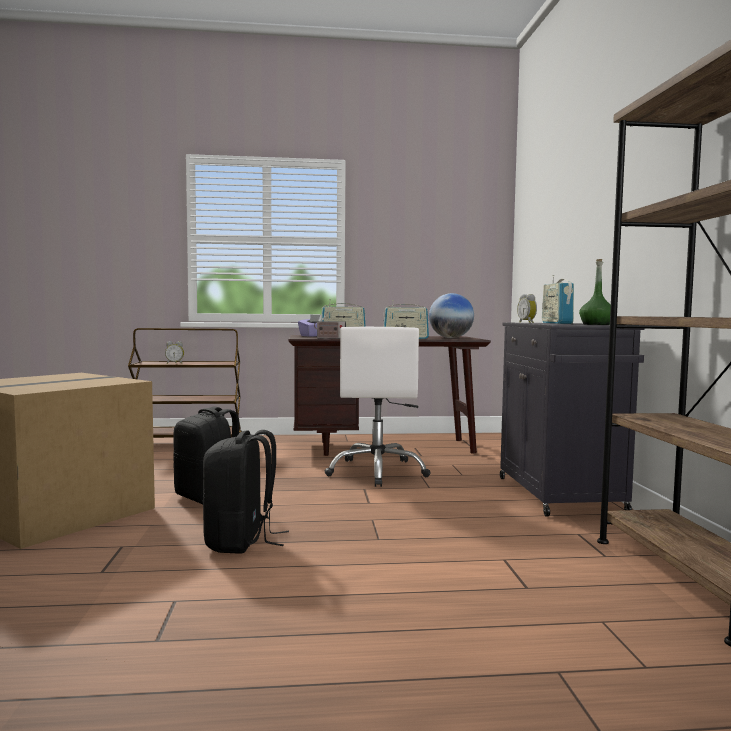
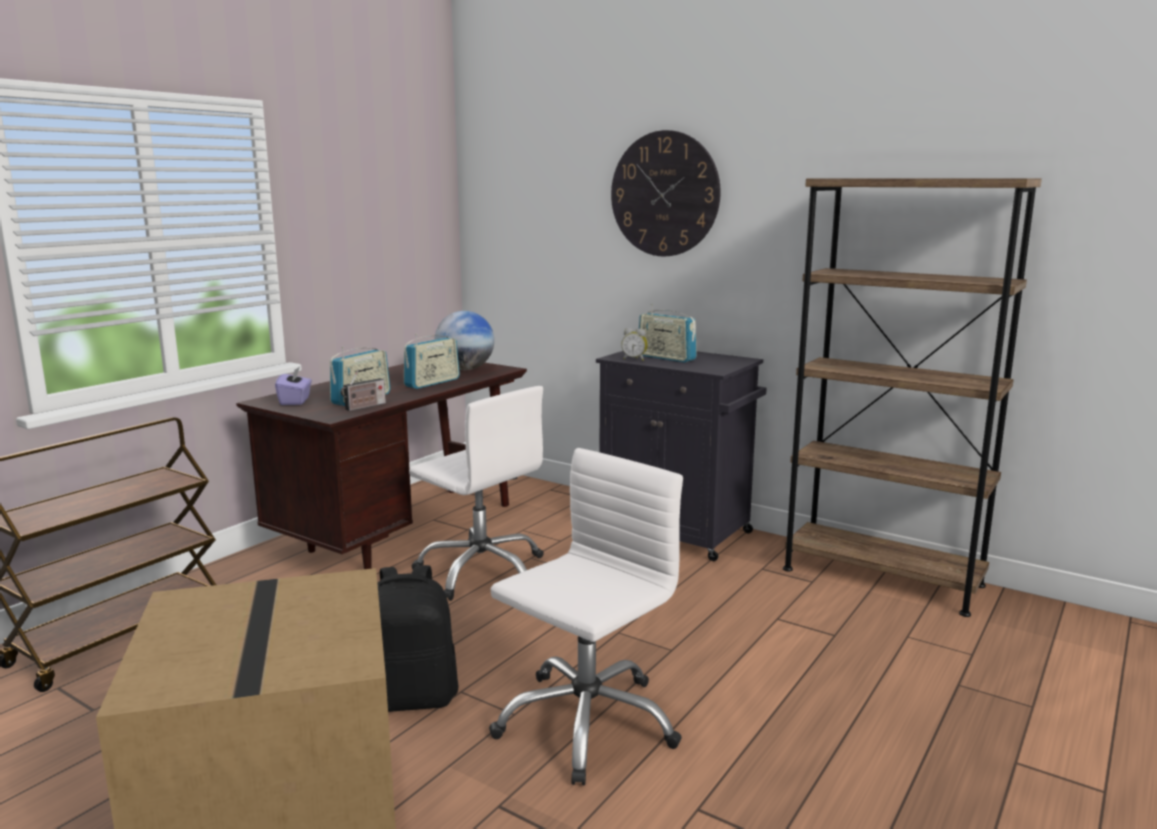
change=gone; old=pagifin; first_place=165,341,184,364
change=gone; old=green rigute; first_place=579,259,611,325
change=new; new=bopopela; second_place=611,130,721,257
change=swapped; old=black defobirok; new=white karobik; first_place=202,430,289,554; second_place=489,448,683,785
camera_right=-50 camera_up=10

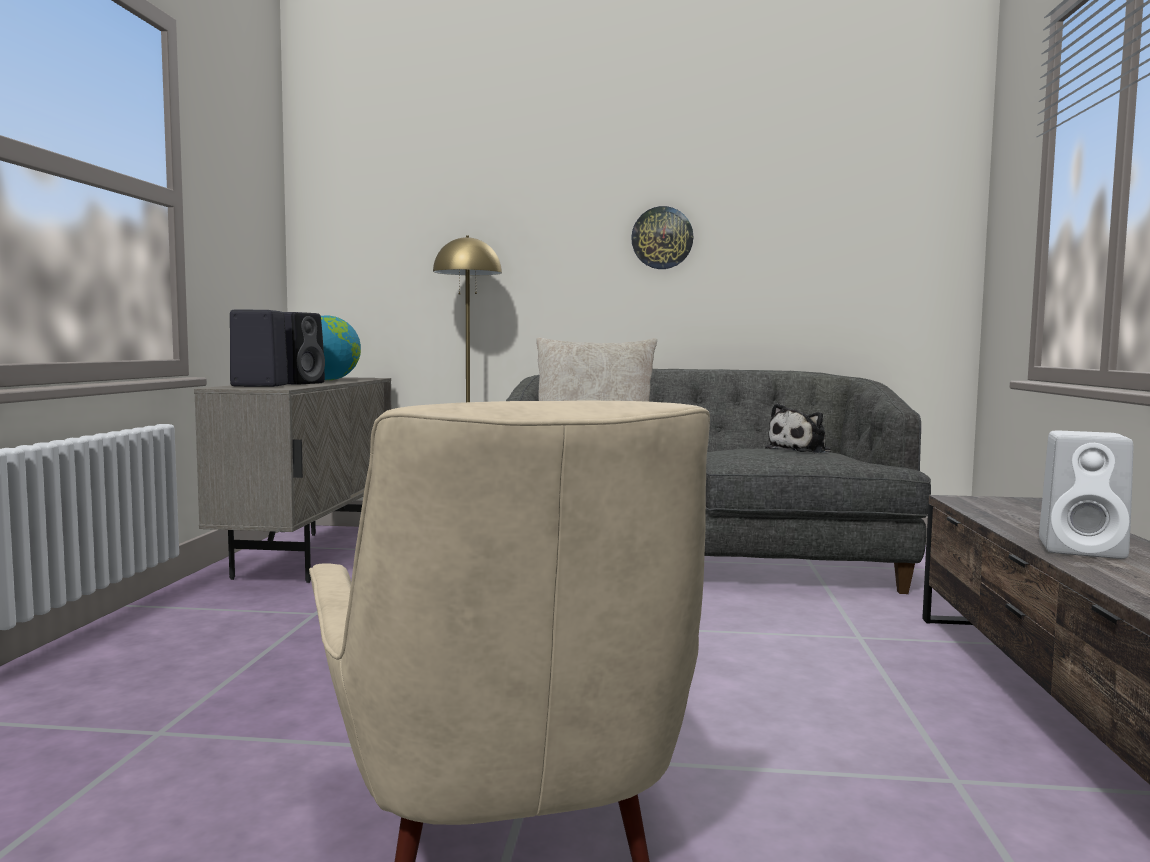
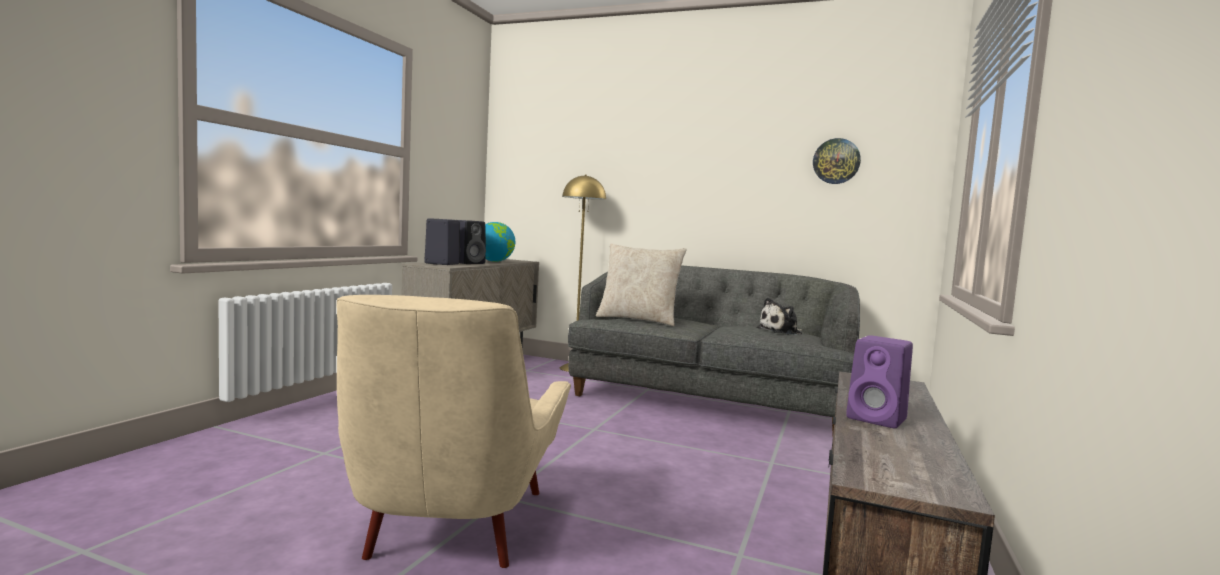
change=shifted; old=bopopela; first_place=631,206,694,269; second_place=813,138,861,184
change=repainted; old=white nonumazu; new=purple nonumazu; first_place=1039,431,1133,559; second_place=846,335,913,428
camera_right=15 camera_up=0

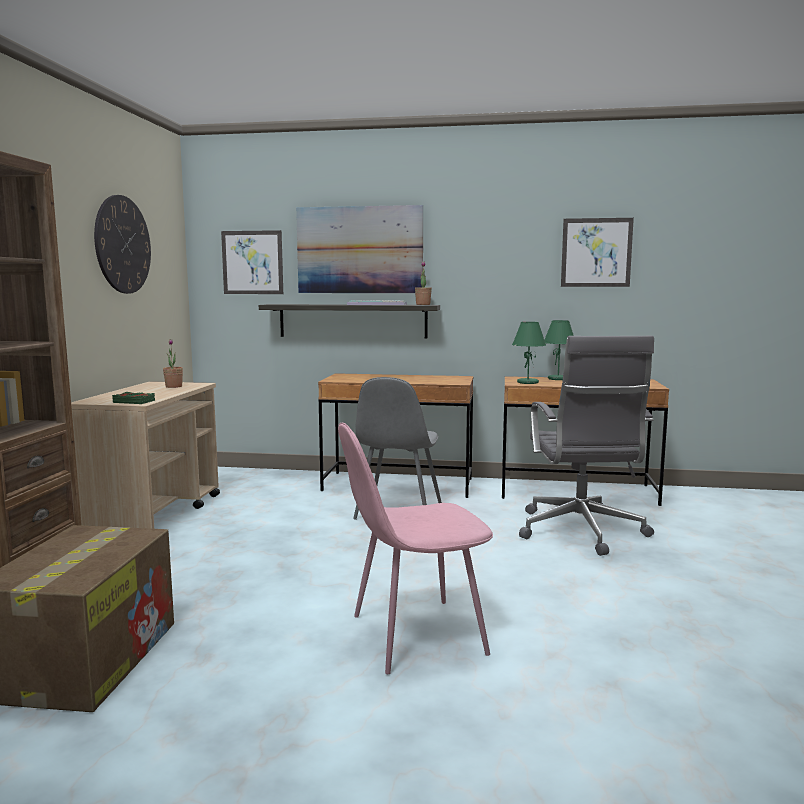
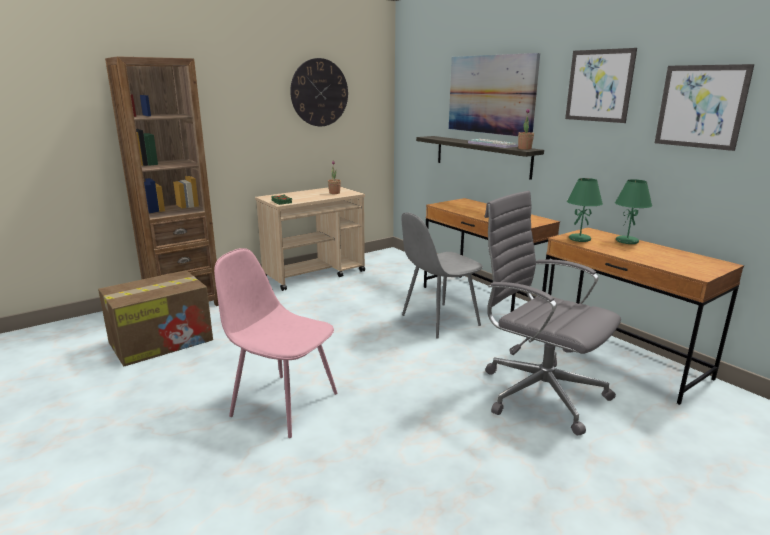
change=shifted; old=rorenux; first_place=221,230,283,294; second_place=565,48,637,123
change=rotated; old=grey karobik; first_place=519,336,654,556; second_place=485,191,621,435; degrees=90
camera_right=45 camera_up=10

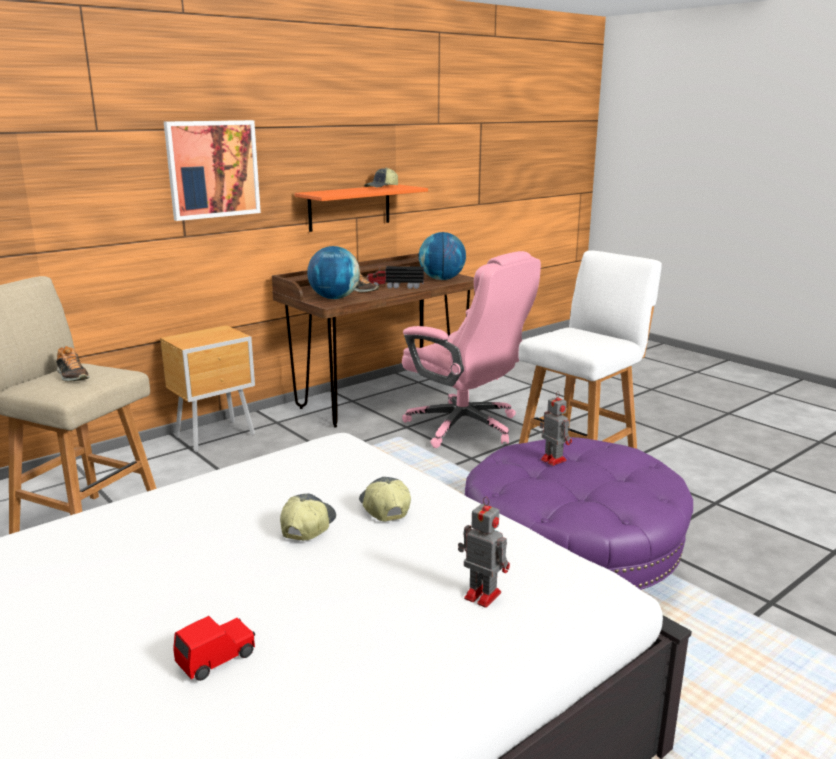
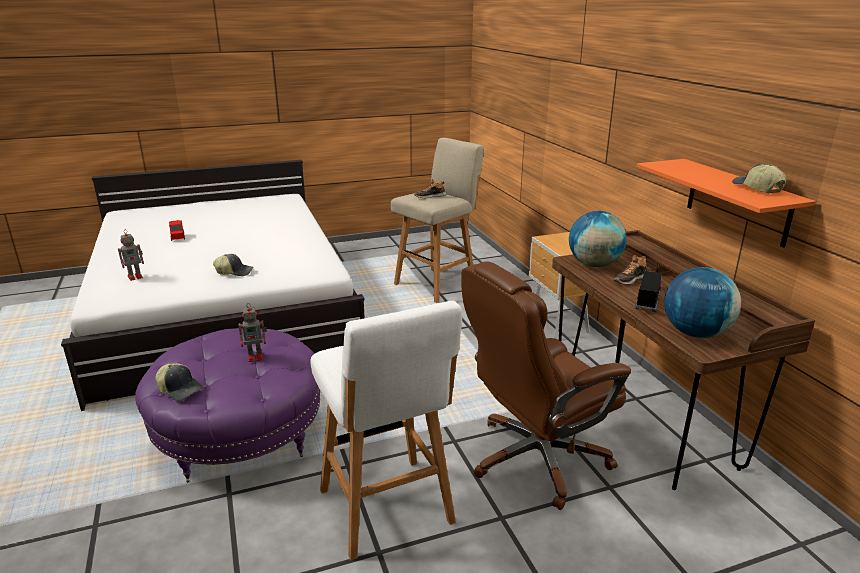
change=gone; old=rorenux; first_place=164,120,261,221
change=shifted; old=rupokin; first_place=280,493,336,541; second_place=155,363,203,401
change=repainted; old=pink karobik; new=brown karobik; first_place=402,251,541,448; second_place=461,261,631,510
camera_right=110 camera_up=5

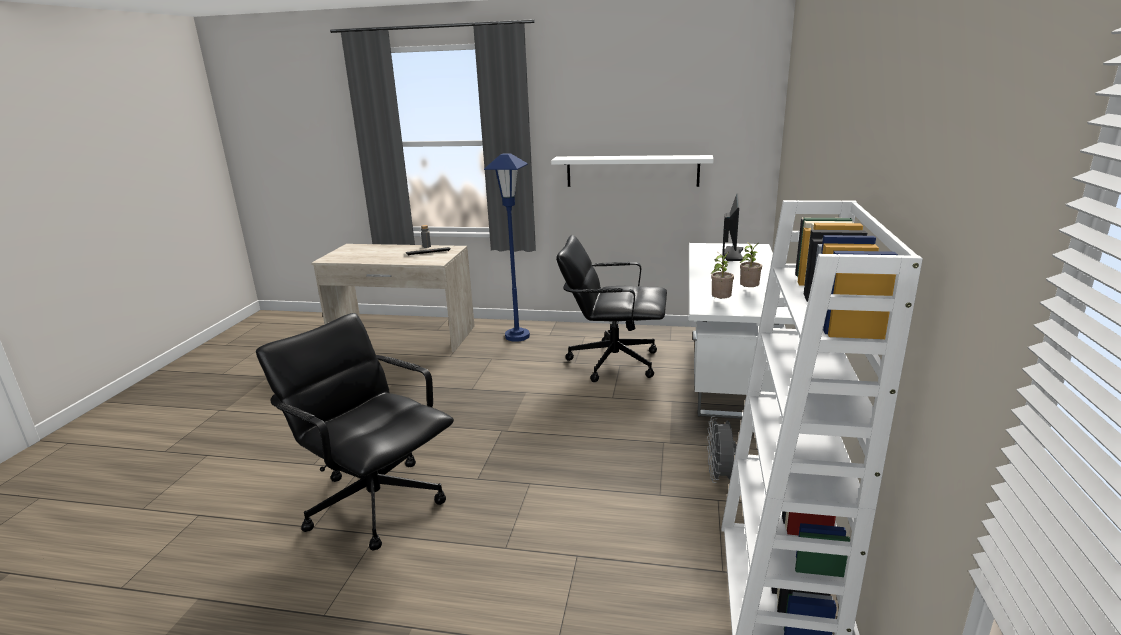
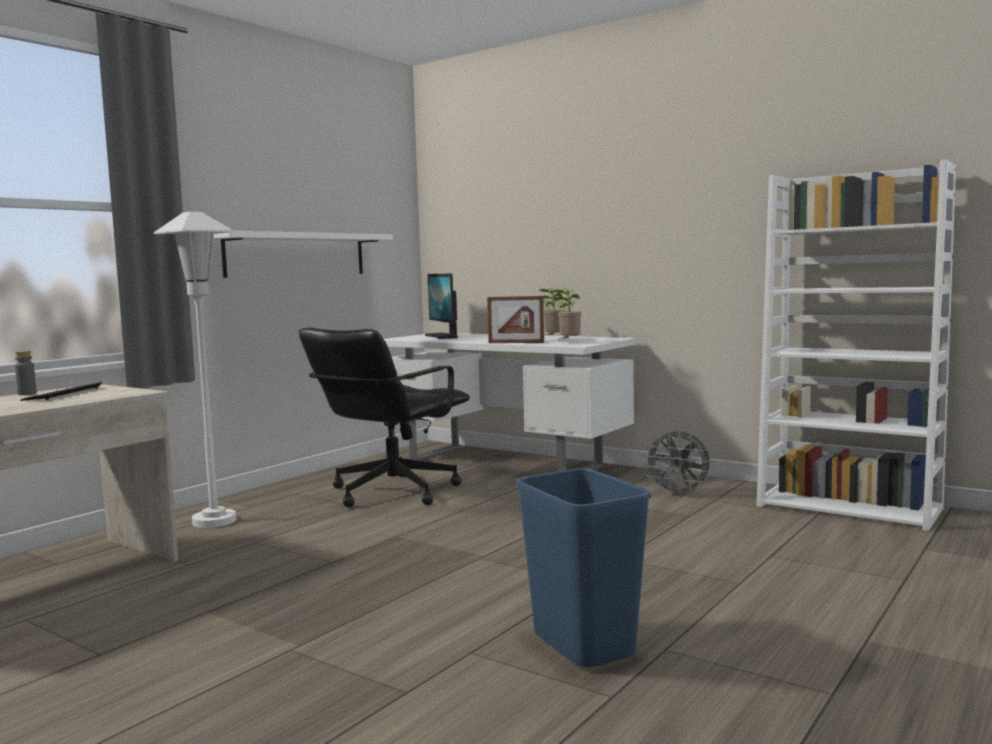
change=new; new=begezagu; second_place=487,296,544,343
change=swapped; old=black karobik; new=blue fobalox; first_place=256,313,454,551; second_place=516,468,651,667
change=repainted; old=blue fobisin; new=white fobisin; first_place=484,153,530,342; second_place=154,212,236,528
change=rotated; old=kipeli; first_place=722,193,743,261; second_place=425,273,458,339; degrees=-150
camera_right=-65 camera_up=-15

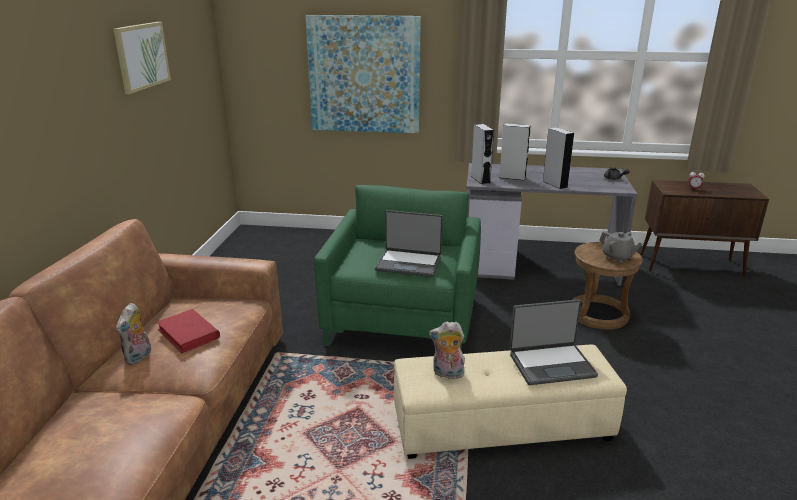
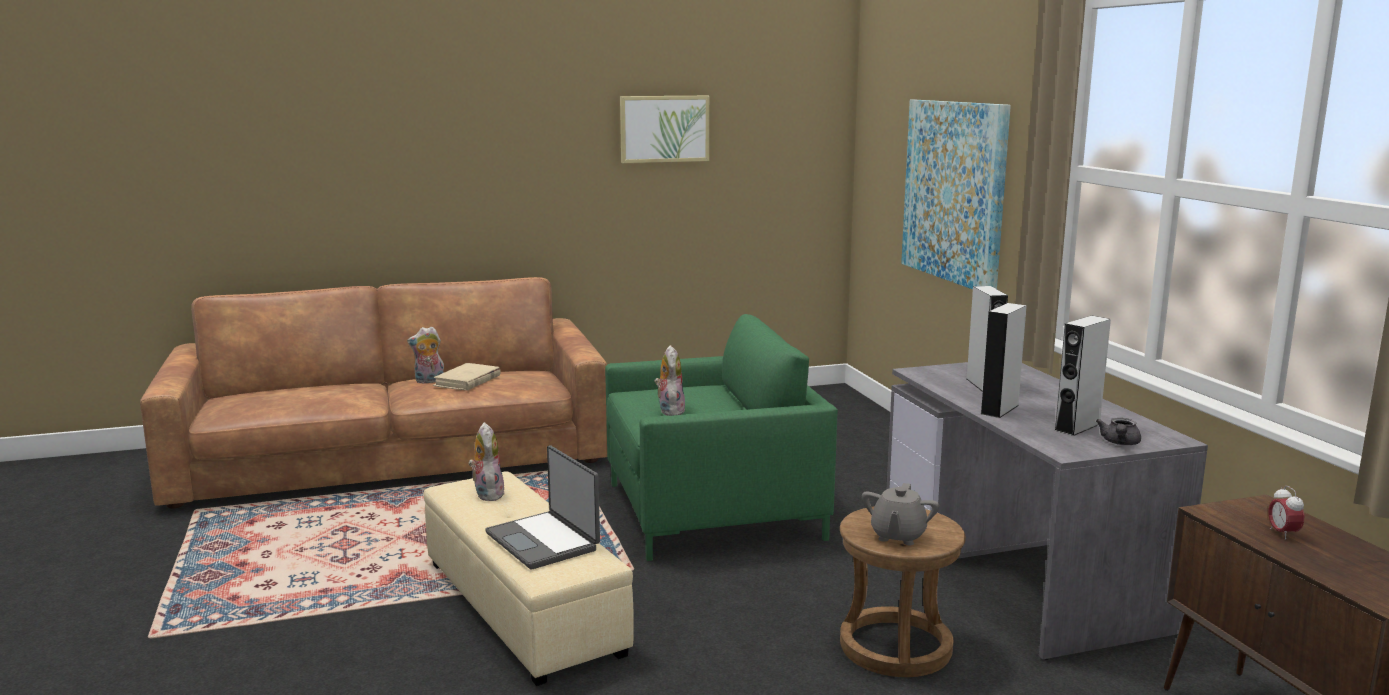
change=shifted; old=grey nonumazu; first_place=471,124,494,184; second_place=1054,316,1111,436
change=swapped; old=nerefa; new=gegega; first_place=374,210,443,277; second_place=655,345,685,416
change=repainted; old=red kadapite; new=beige kadapite; first_place=157,309,220,353; second_place=433,363,501,391
camera_right=65 camera_up=-10

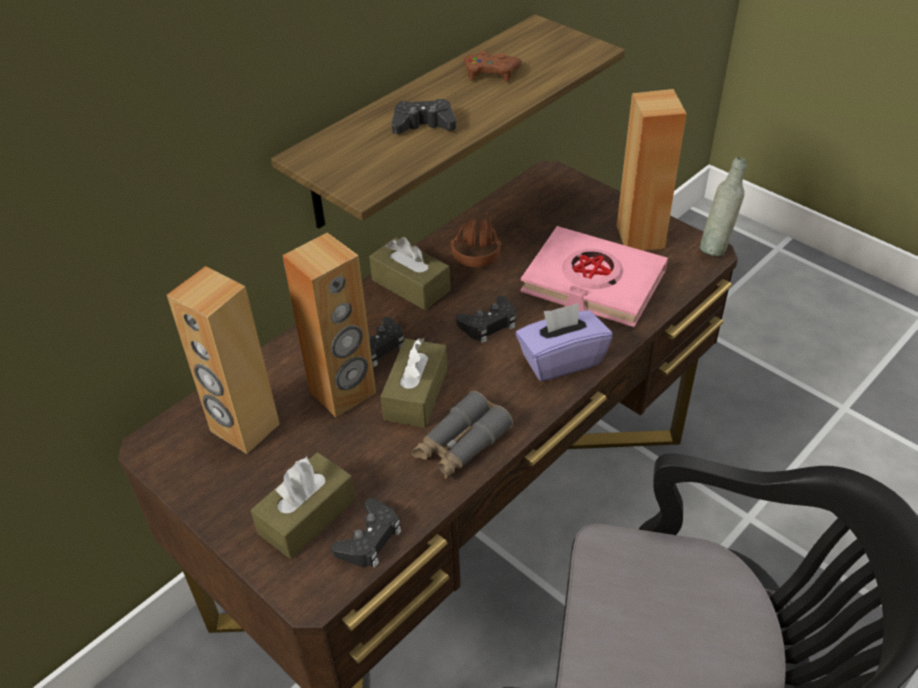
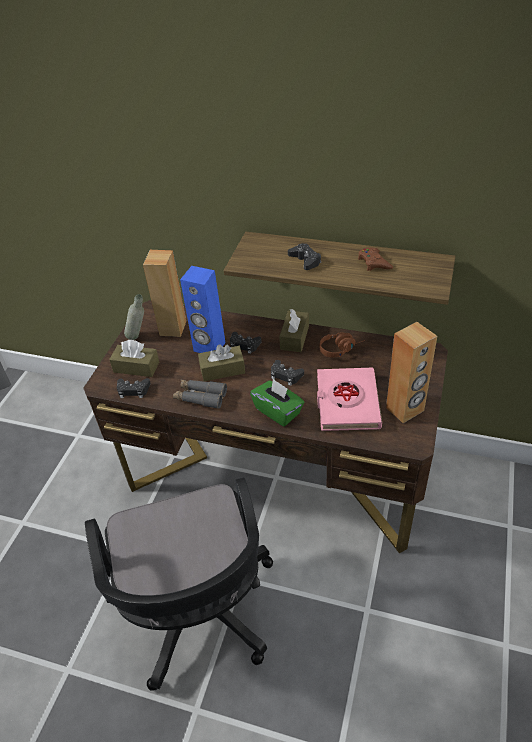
change=shifted; old=grey rigute; first_place=700,157,747,256; second_place=124,294,144,340
change=repainted; old=brown nonumazu; new=blue nonumazu; first_place=282,233,376,418; second_place=180,266,226,353
change=repainted; old=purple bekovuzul; new=green bekovuzul; first_place=516,303,613,381; second_place=250,379,304,427
camera_right=65 camera_up=0

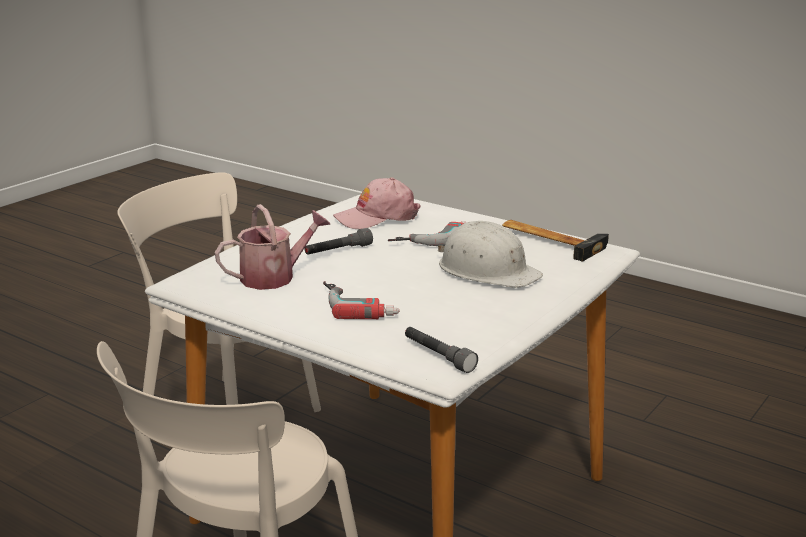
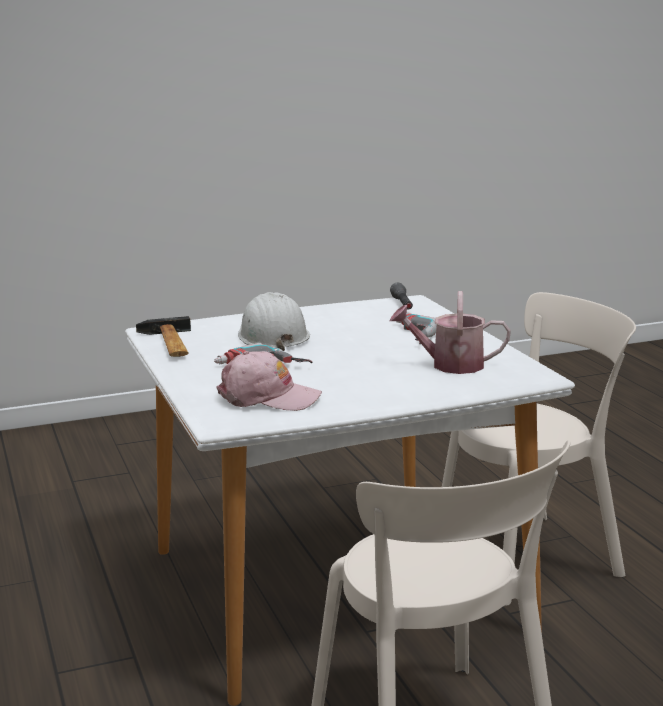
change=gone; old=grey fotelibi; first_place=305,228,373,255
camera_right=-145 camera_up=-5

